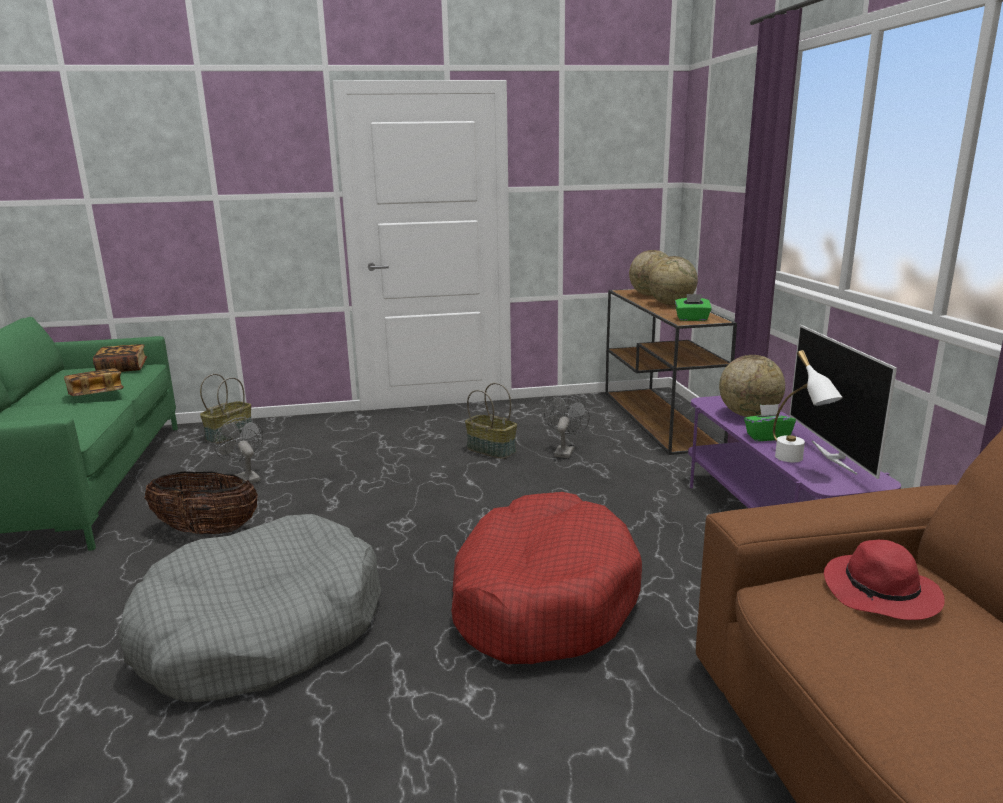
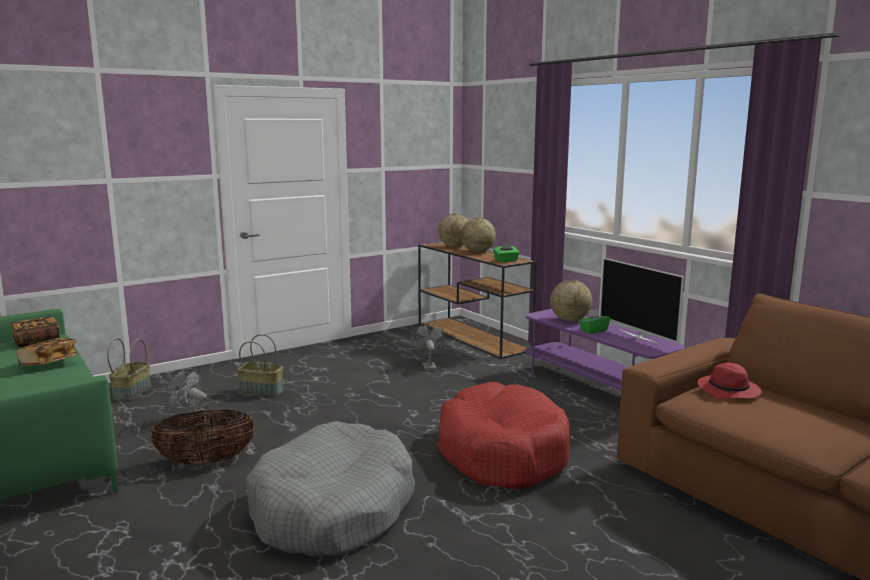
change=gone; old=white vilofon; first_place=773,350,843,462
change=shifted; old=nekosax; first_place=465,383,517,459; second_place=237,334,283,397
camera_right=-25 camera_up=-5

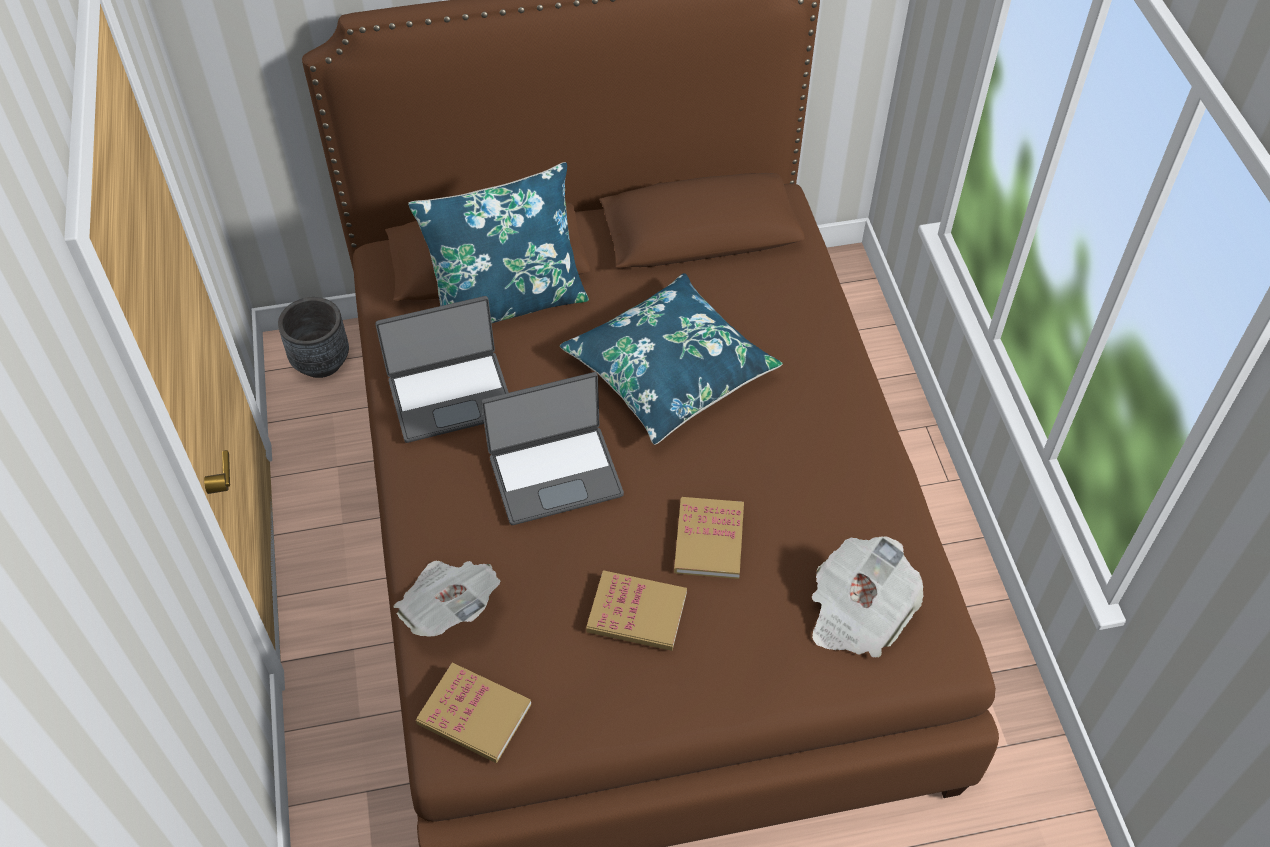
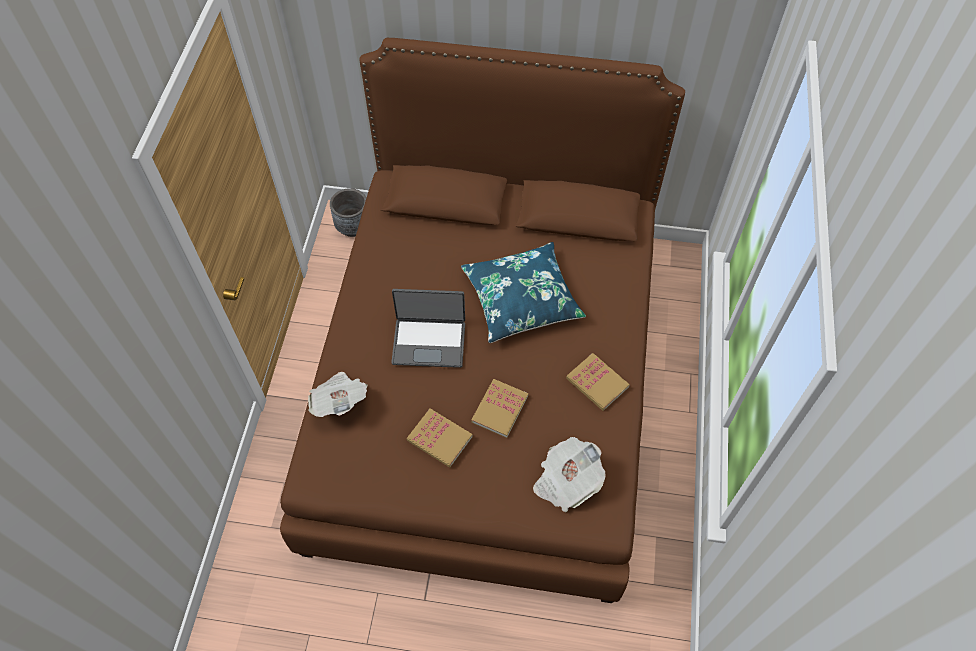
change=gone; old=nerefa; first_place=375,296,509,443
change=gone; old=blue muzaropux; first_place=408,162,589,323
change=shifted; old=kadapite; first_place=416,663,531,763; second_place=566,353,630,411
camera_right=20 camera_up=5

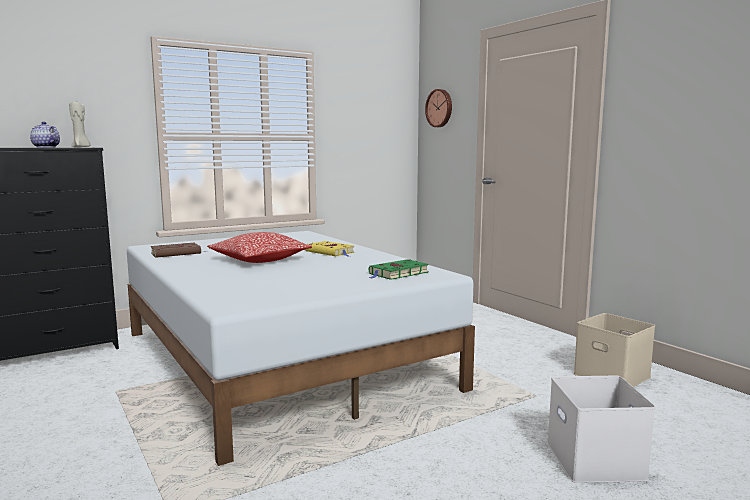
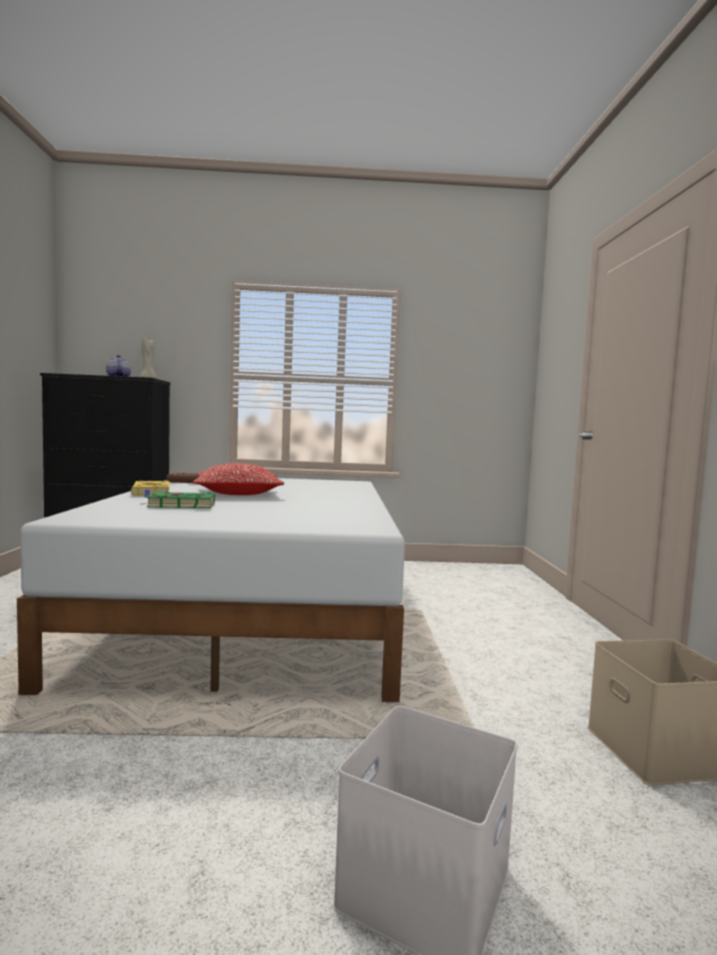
change=gone; old=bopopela; first_place=425,89,452,127
change=shifted; old=yellow kadapite; first_place=305,241,355,257; second_place=131,481,170,498
change=shifted; old=green kadapite; first_place=369,259,429,280; second_place=139,492,215,508
camera_right=30 camera_up=-5

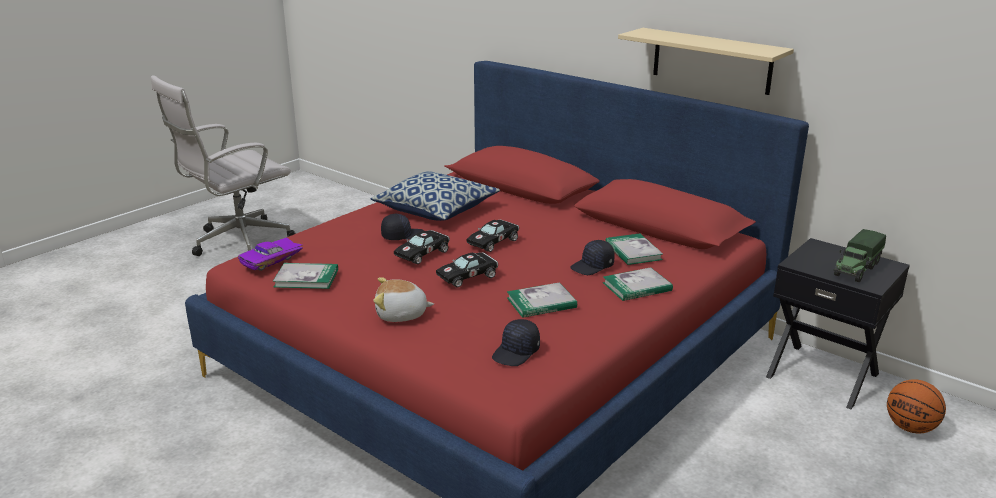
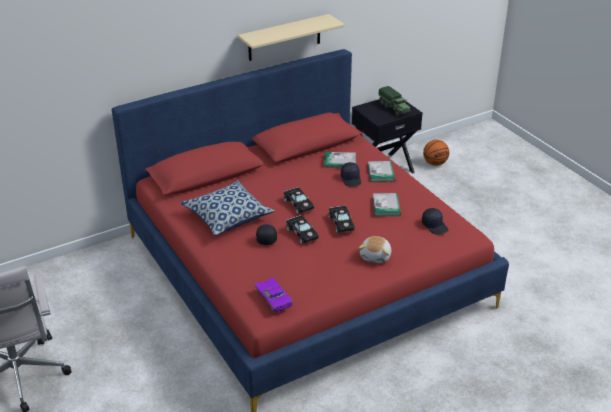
change=gone; old=kadapite; first_place=273,263,338,289
camera_right=-70 camera_up=10

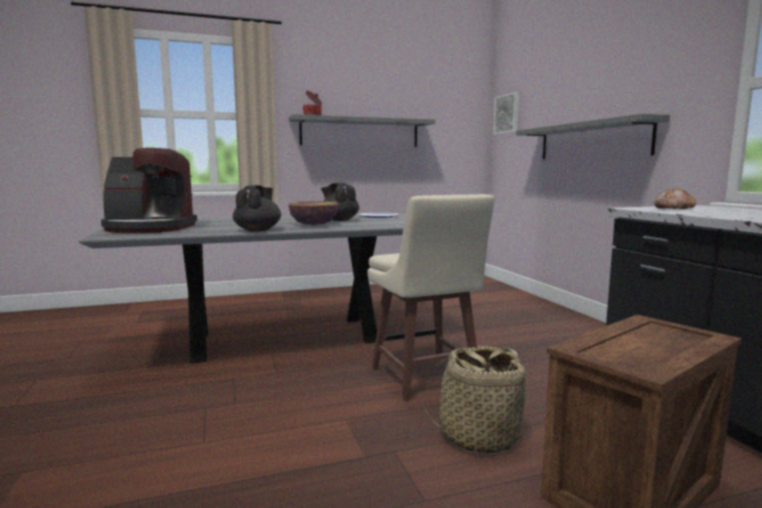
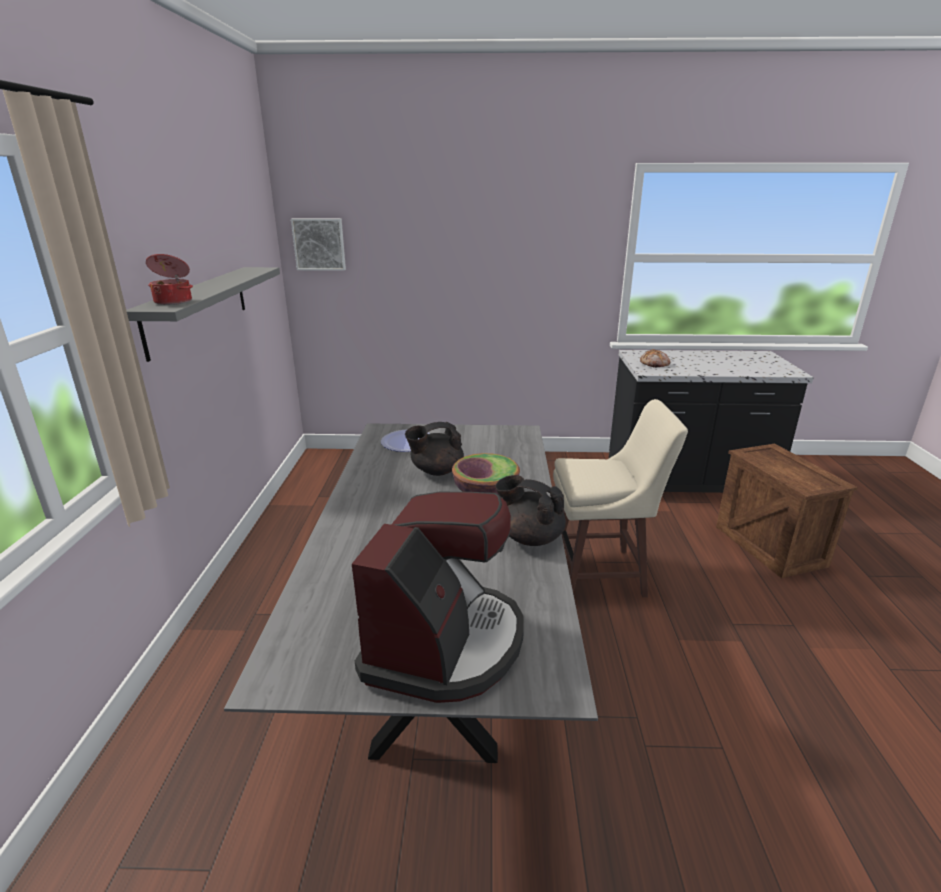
change=gone; old=nekosax; first_place=422,346,534,454
change=gone; old=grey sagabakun; first_place=516,114,670,159
camera_right=-70 camera_up=15

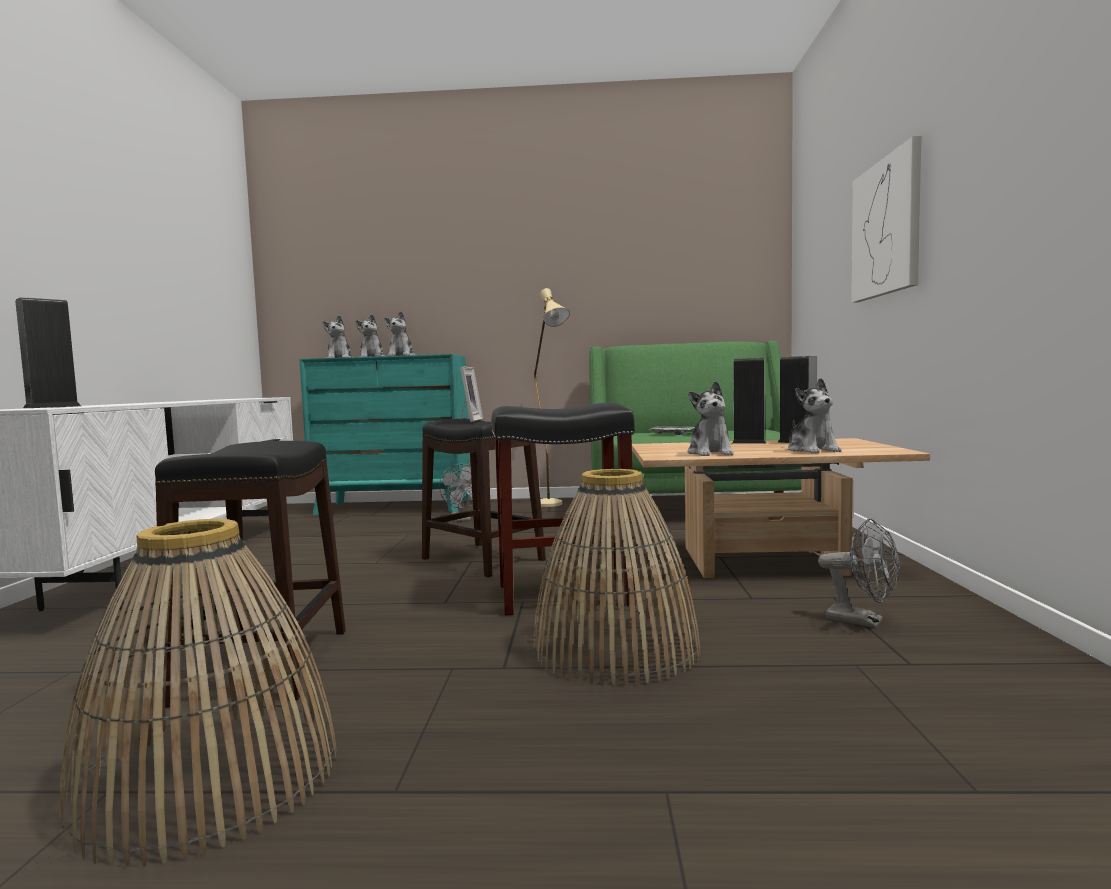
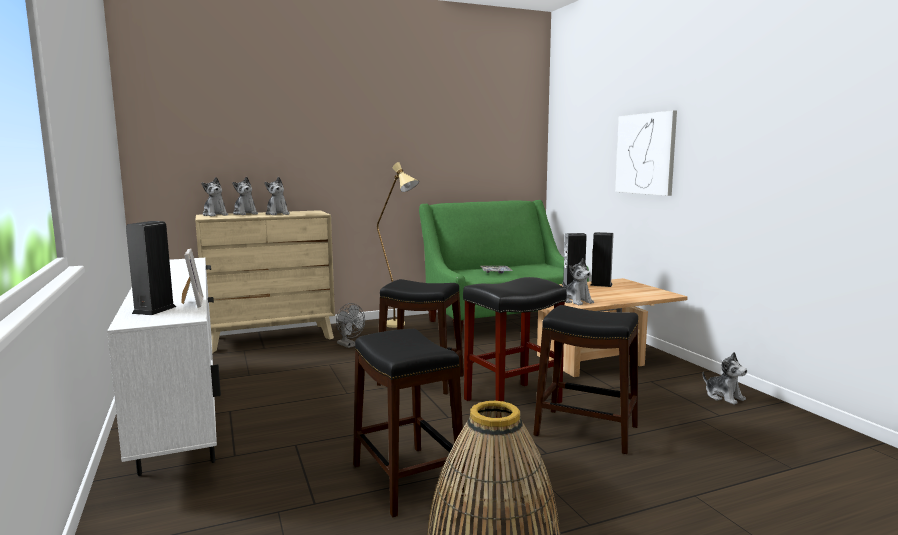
change=gone; old=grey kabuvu; first_place=818,518,900,628
change=shifted; old=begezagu; first_place=460,367,483,422; second_place=181,248,204,308
change=shifted; old=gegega; first_place=788,378,842,453; second_place=703,352,747,405
change=swapped; old=nekosax; new=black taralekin; first_place=533,469,701,686; second_place=533,305,638,454
change=repainted; old=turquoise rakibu; new=beige rakibu; first_place=299,354,470,515; second_place=195,210,335,353
camera_right=-25 camera_up=5

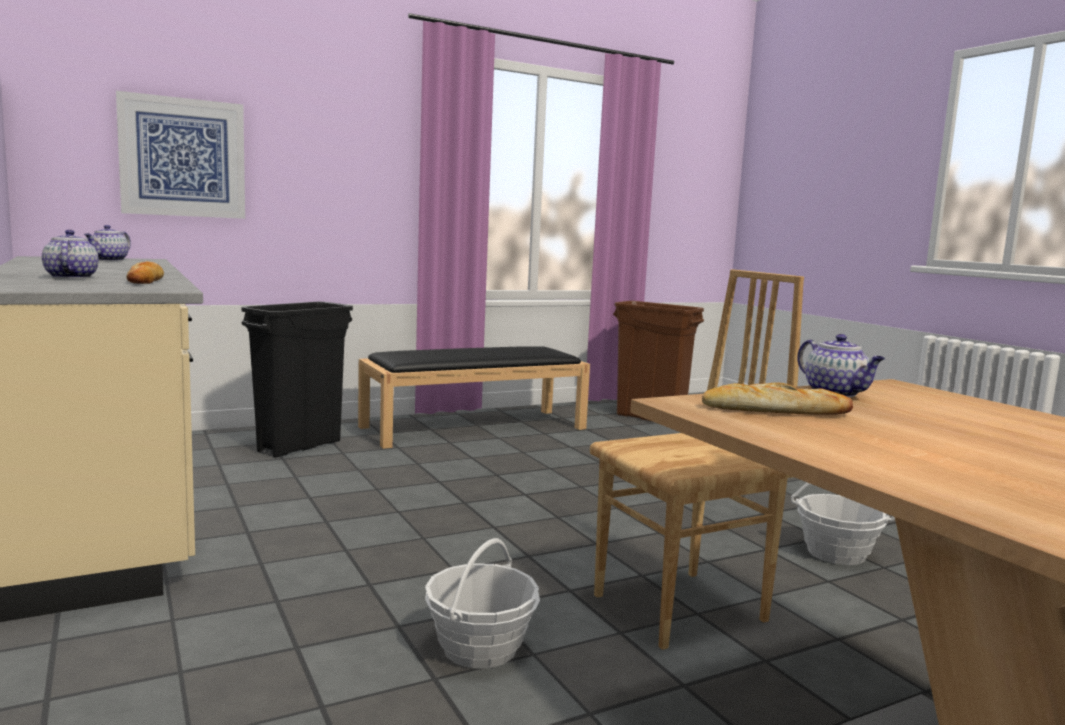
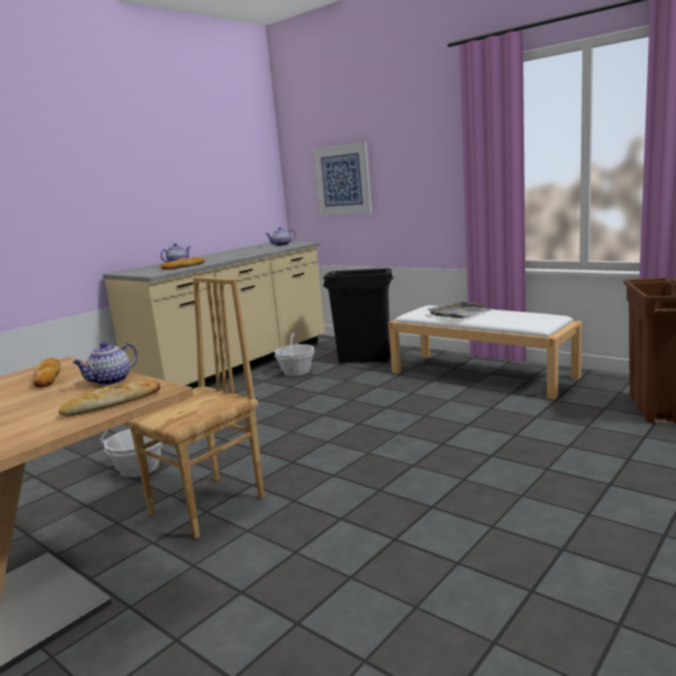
change=new; new=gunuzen; second_place=59,380,160,416
change=new; new=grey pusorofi; second_place=428,301,491,318
change=shifted; old=nekosax; first_place=791,483,895,565; second_place=275,333,314,376
change=repainted; old=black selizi; new=white selizi; first_place=358,346,590,449; second_place=388,305,582,400
change=rotated; old=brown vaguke; first_place=590,269,804,650; second_place=123,277,265,539; degrees=-90
camera_right=70 camera_up=5

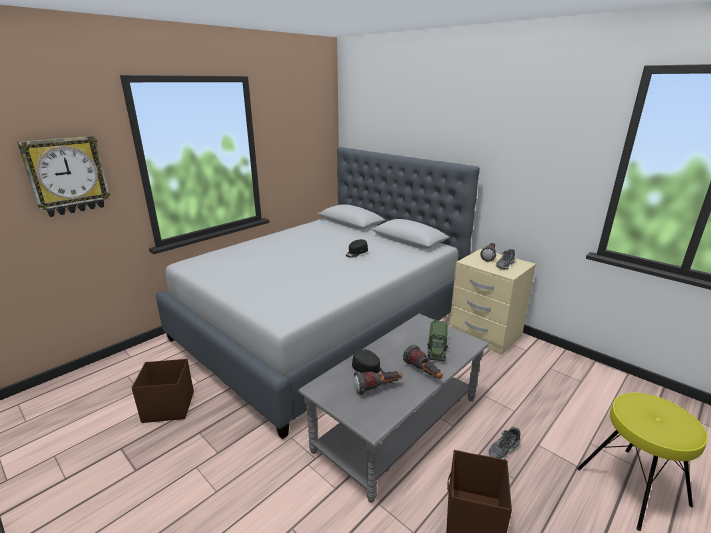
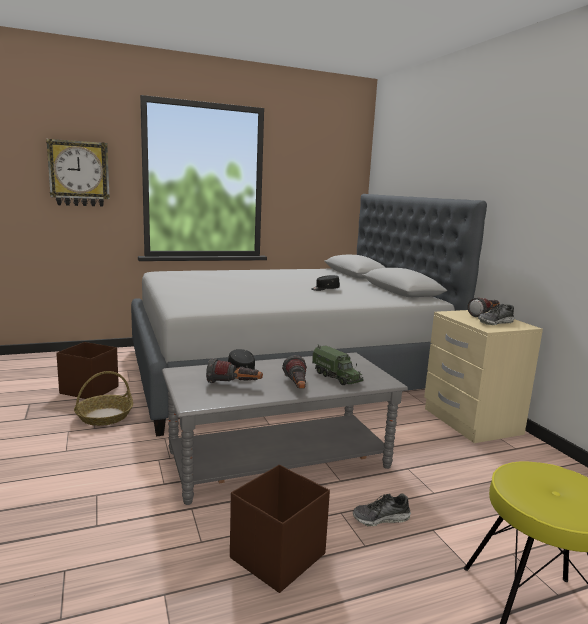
change=new; new=nekosax; second_place=74,371,133,426
change=rotated; old=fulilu; first_place=427,319,448,361; second_place=312,344,364,385; degrees=-75
camera_right=25 camera_up=-10

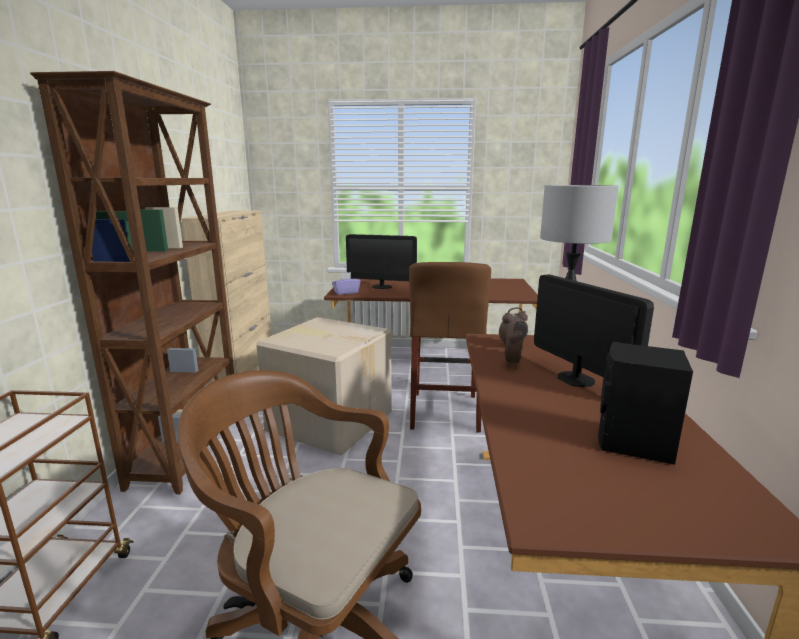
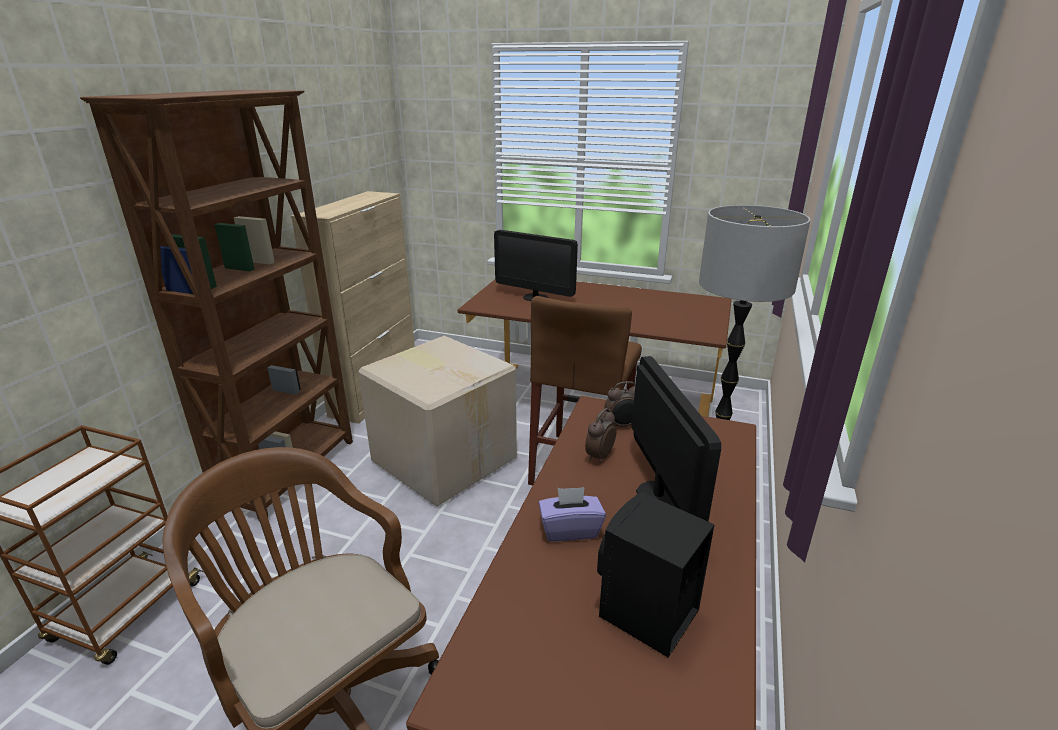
change=shifted; old=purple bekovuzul; first_place=332,272,361,295; second_place=539,487,606,541
camera_right=15 camera_up=10

